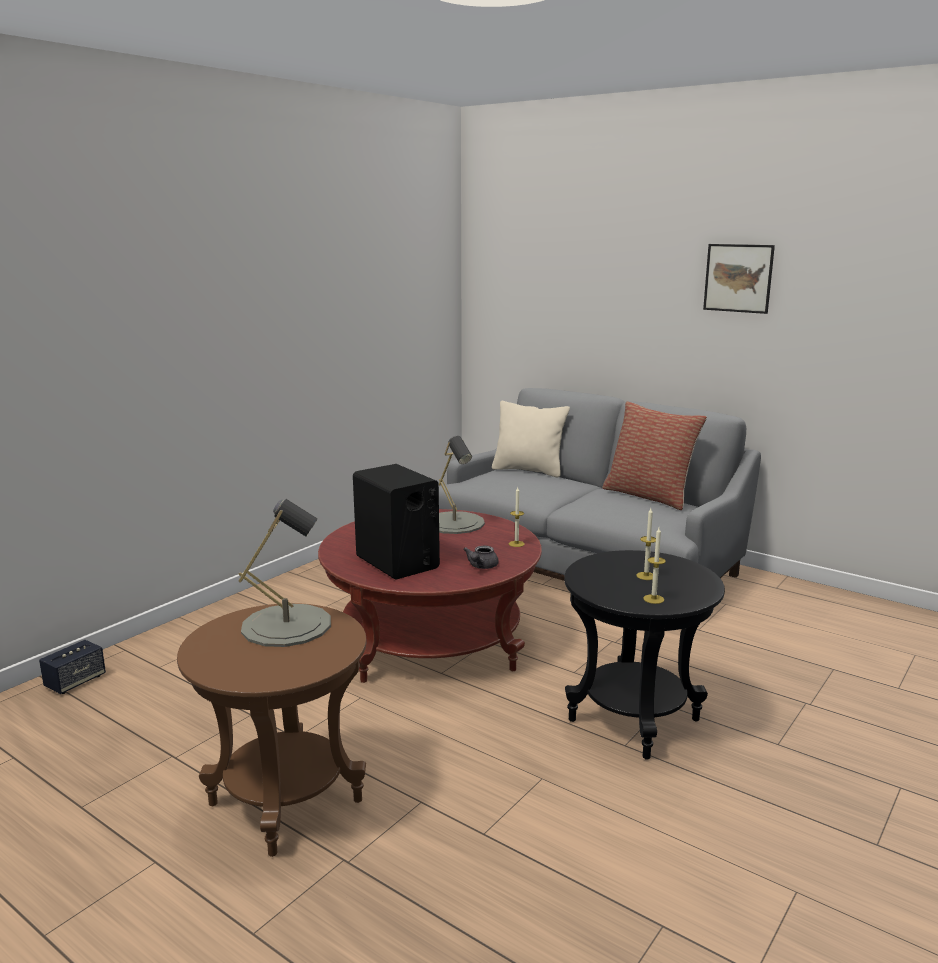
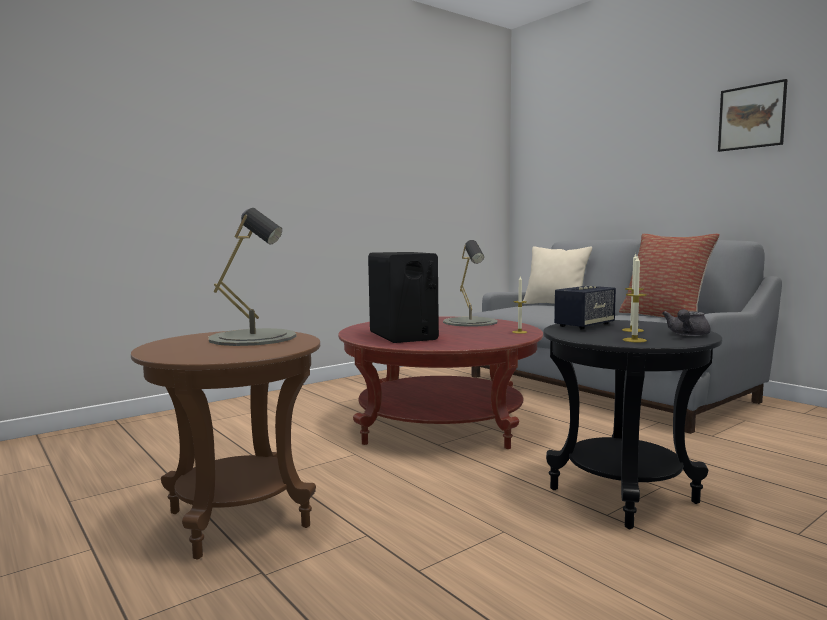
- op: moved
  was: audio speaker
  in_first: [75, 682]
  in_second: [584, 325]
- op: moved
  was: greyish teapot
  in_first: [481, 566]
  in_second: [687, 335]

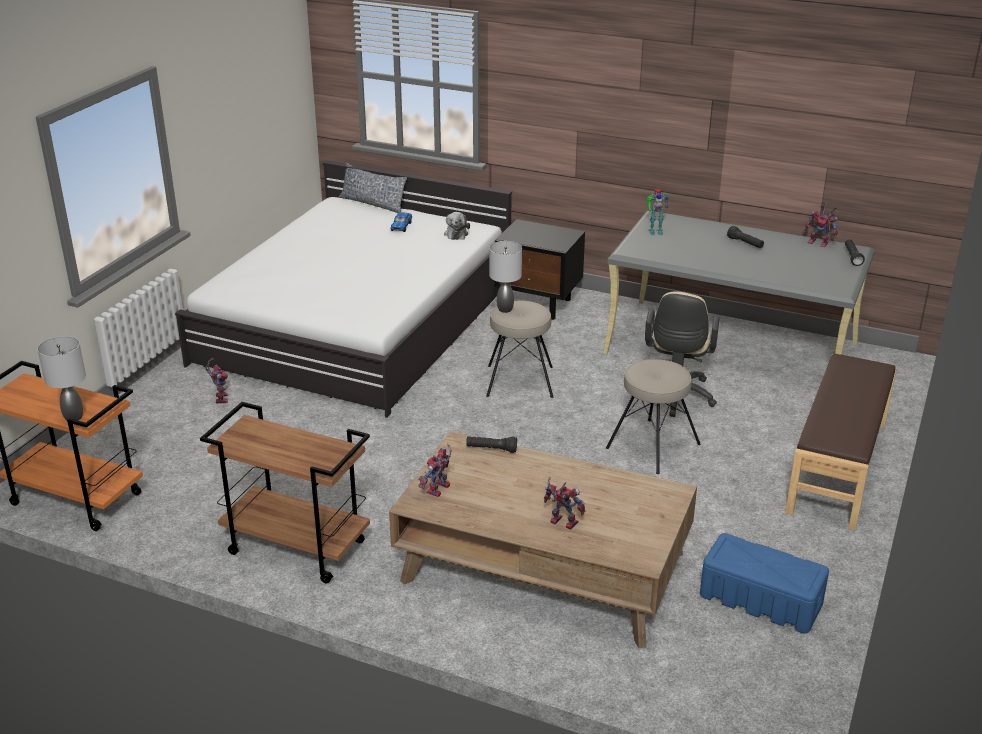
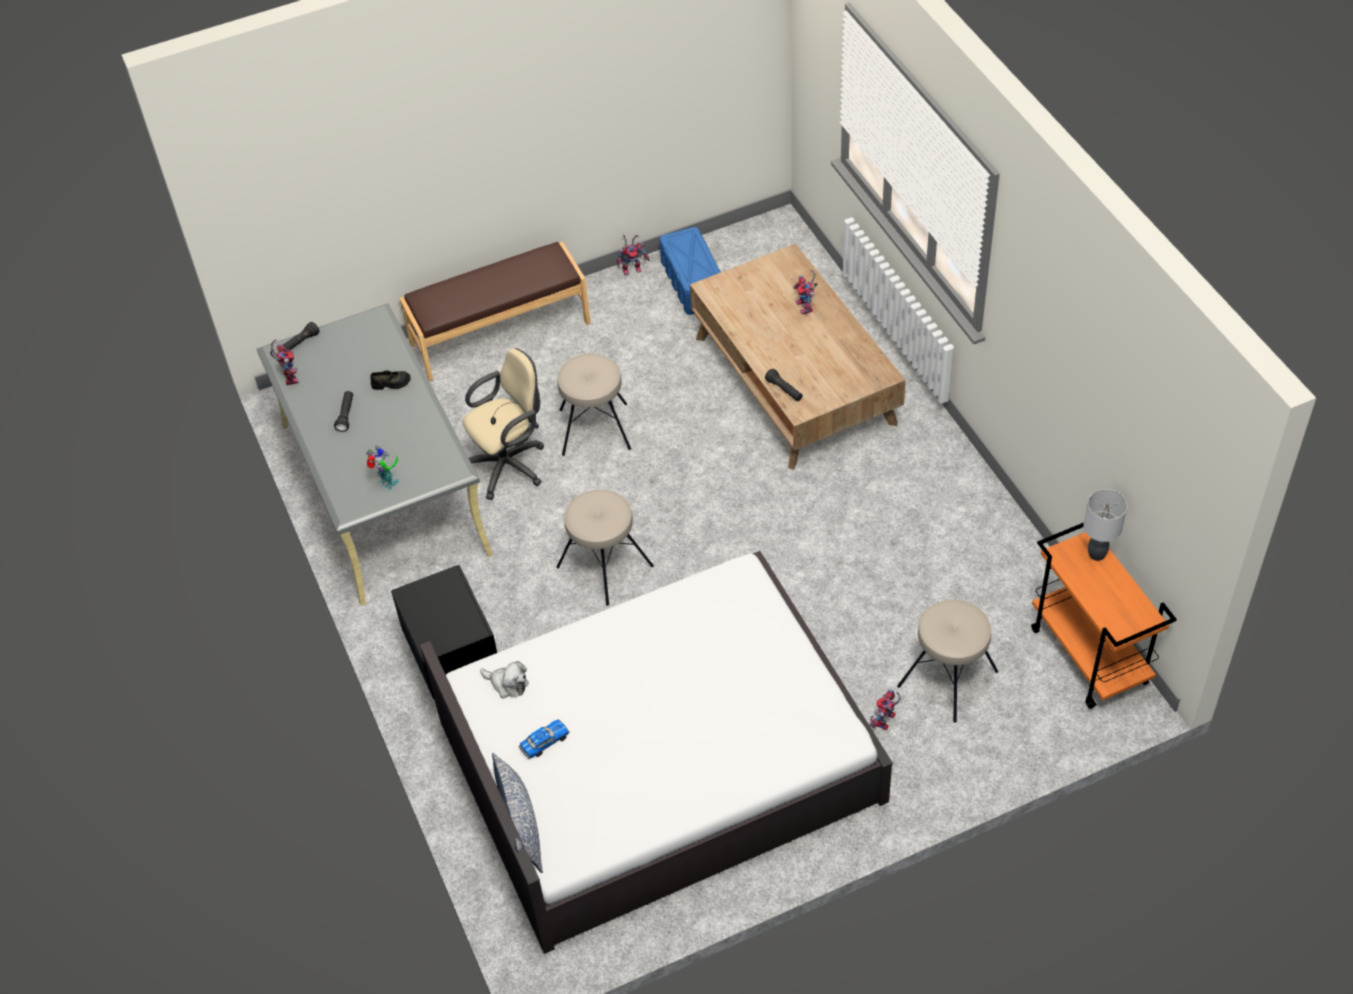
- op: removed
  was: brown trolley
  in_first: [295, 548]
- op: removed
  was: greyish tabletop lamp
  in_first: [504, 309]
- op: added
  now: black-coloured low shoe
  in_second: [391, 383]
- op: added
  now: beige-coloured stool
  in_second: [948, 679]
- op: moved
  was: robot figure
  in_first: [438, 491]
  in_second: [633, 268]
- op: turned
  was: cuddly toy
  in_first: [456, 233]
  in_second: [507, 684]
  clockwise: 75

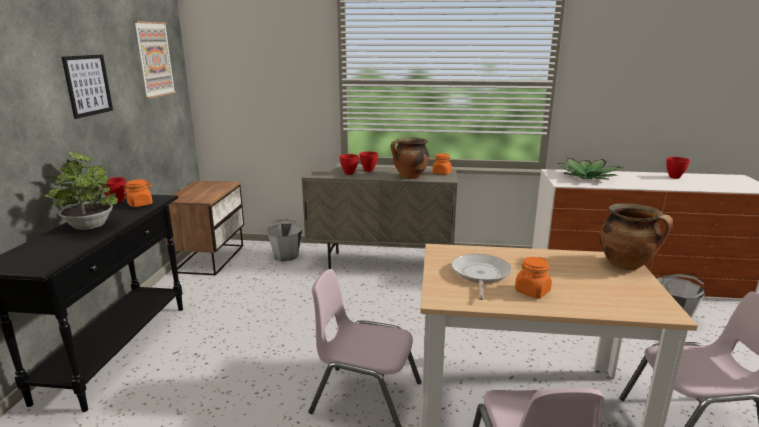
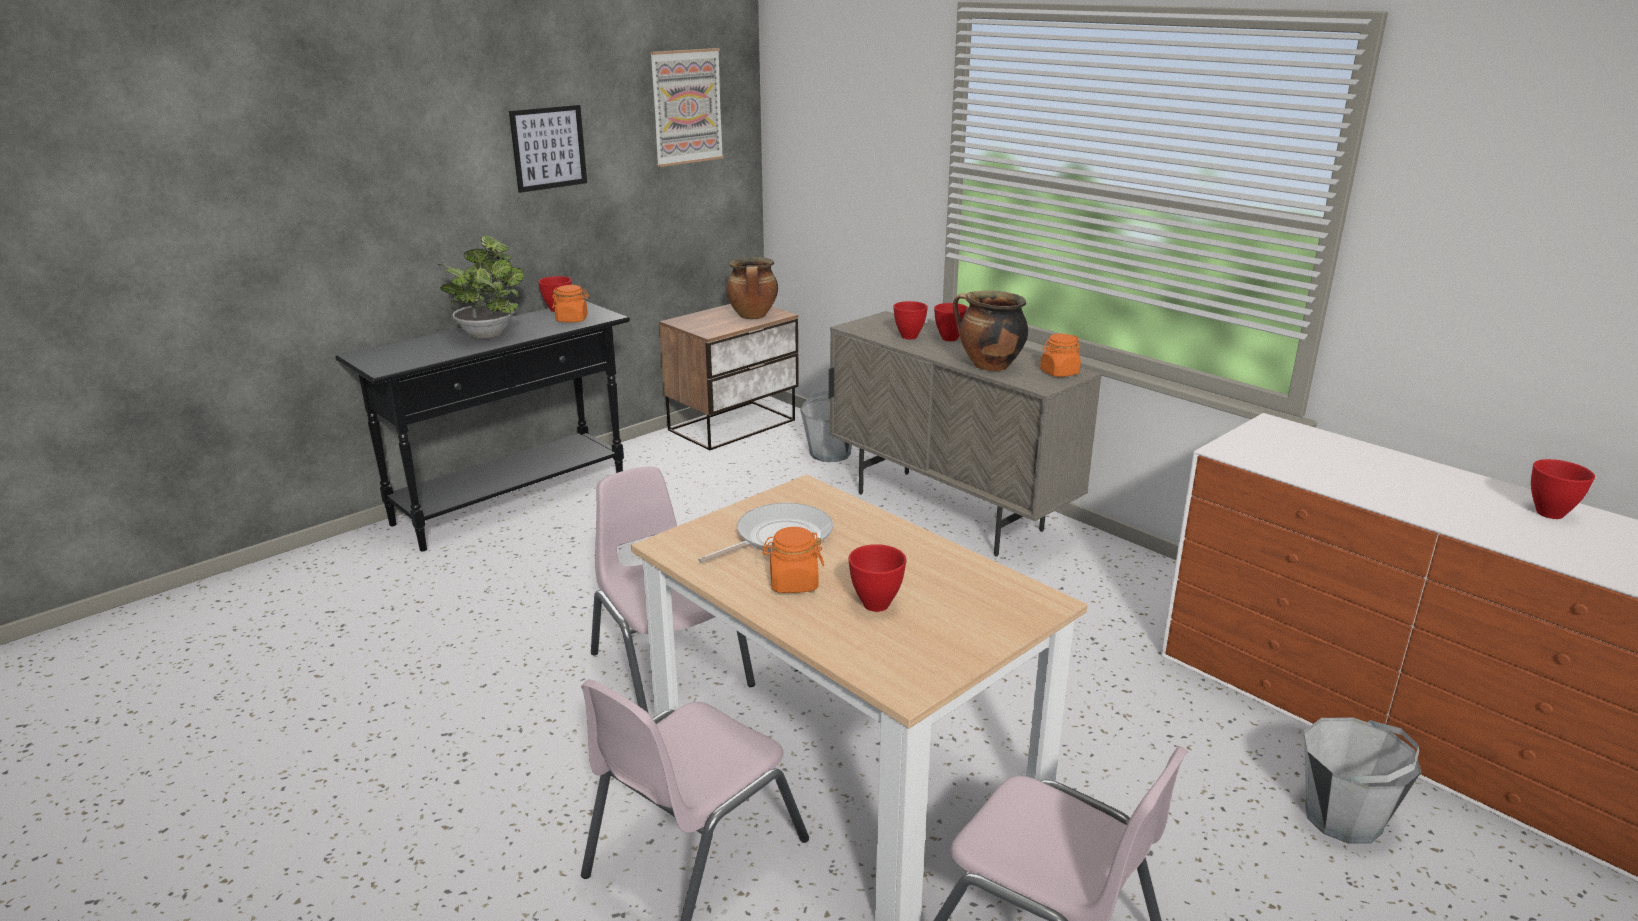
- op: removed
  was: potted plant
  in_first: [588, 176]
- op: added
  now: red-coloured serving bowl
  in_second: [874, 604]
- op: moved
  was: stockpot
  in_first: [626, 265]
  in_second: [753, 316]

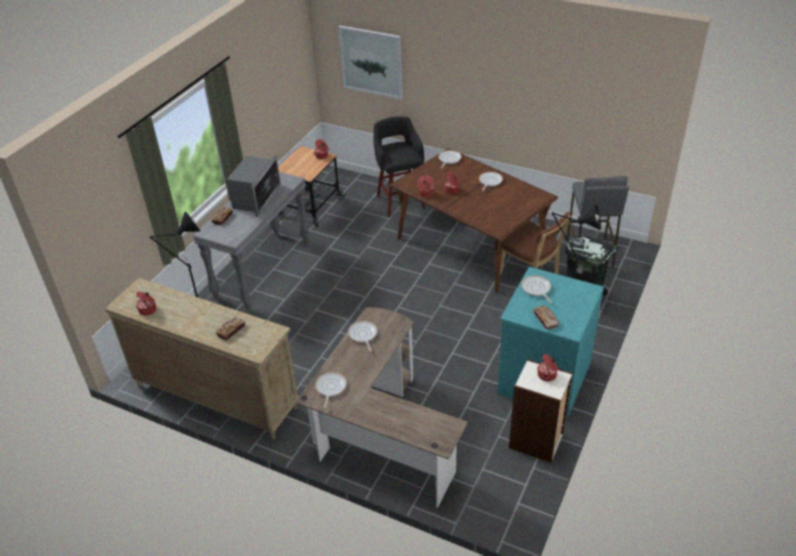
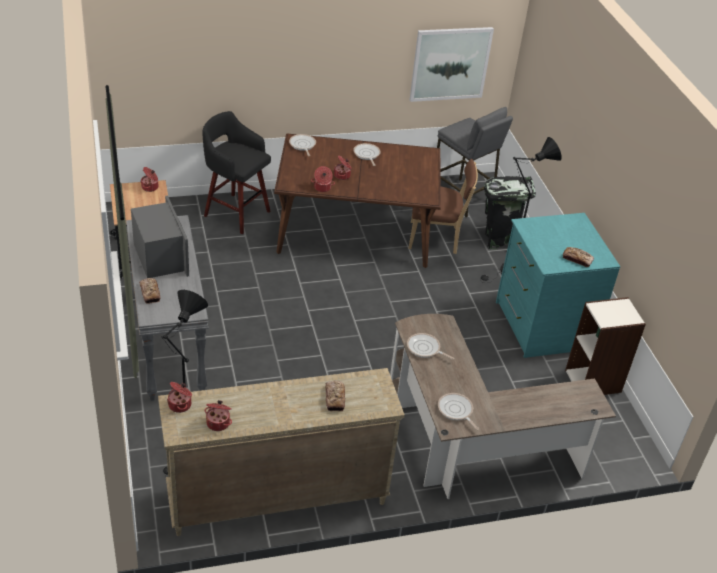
- op: removed
  was: pan
  in_first: [536, 289]
- op: moved
  was: wall picture
  in_first: [371, 62]
  in_second: [450, 64]
- op: moved
  was: stockpot
  in_first: [547, 375]
  in_second: [180, 404]

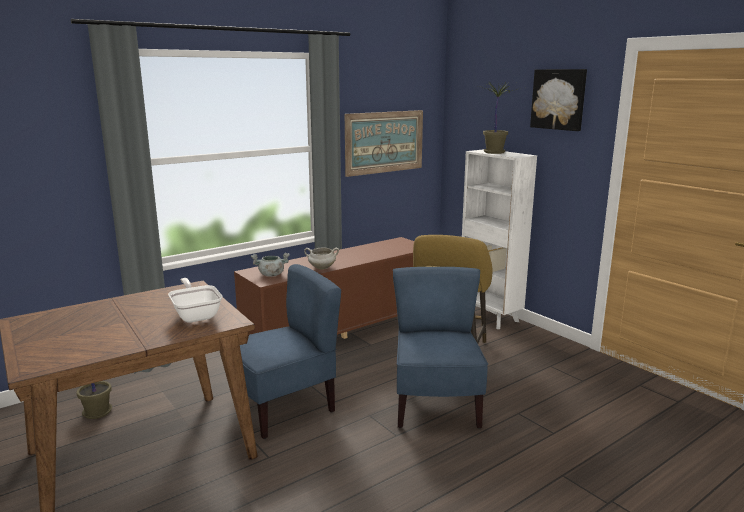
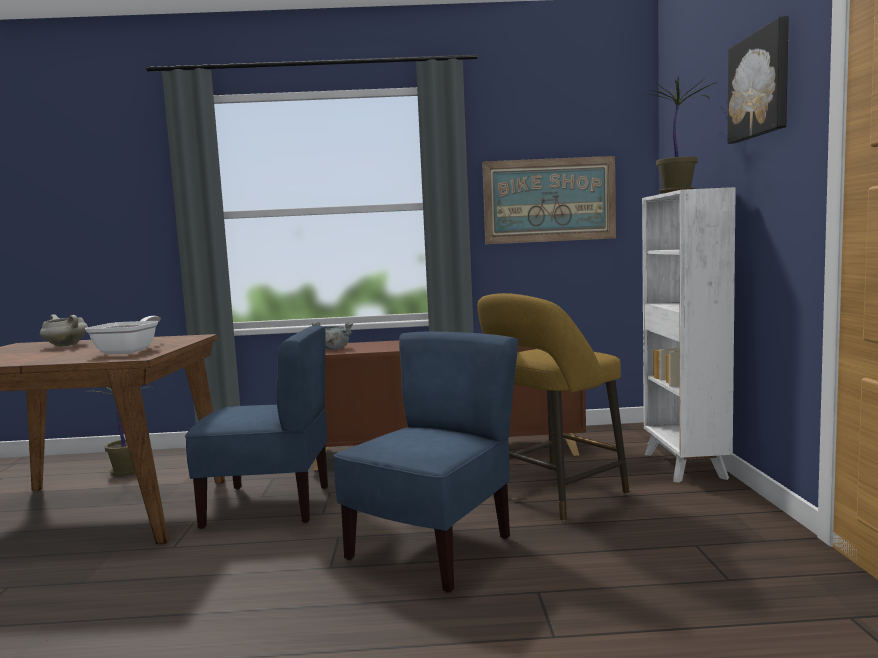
- op: moved
  was: whitish stockpot
  in_first: [321, 268]
  in_second: [65, 346]

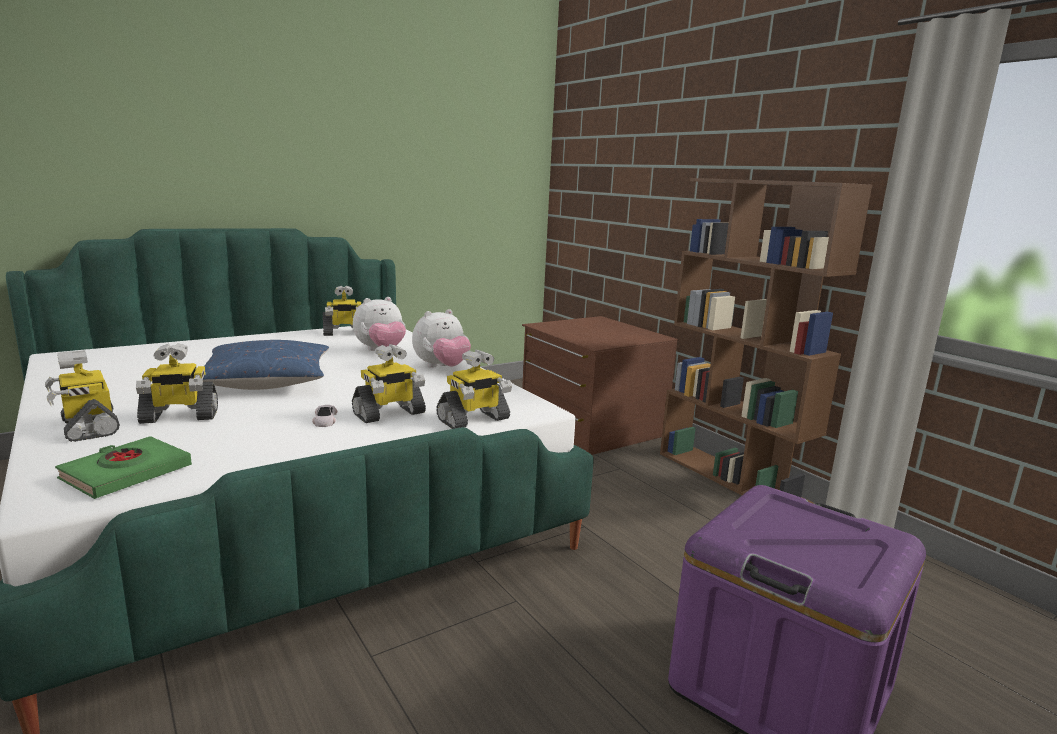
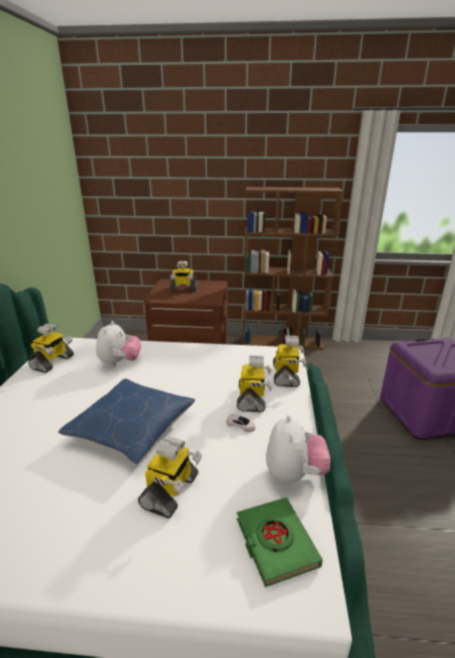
- op: moved
  was: robot figure
  in_first: [88, 427]
  in_second: [183, 288]
- op: moved
  was: cuddly toy
  in_first: [441, 367]
  in_second: [294, 474]

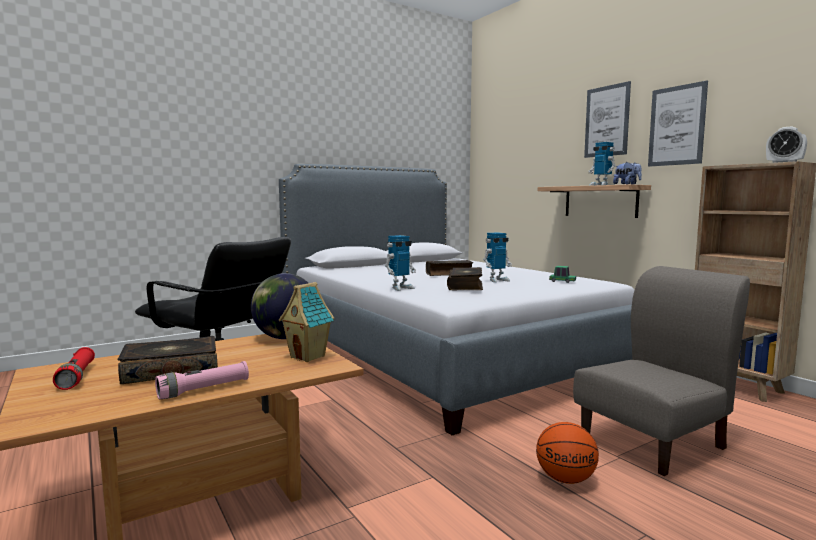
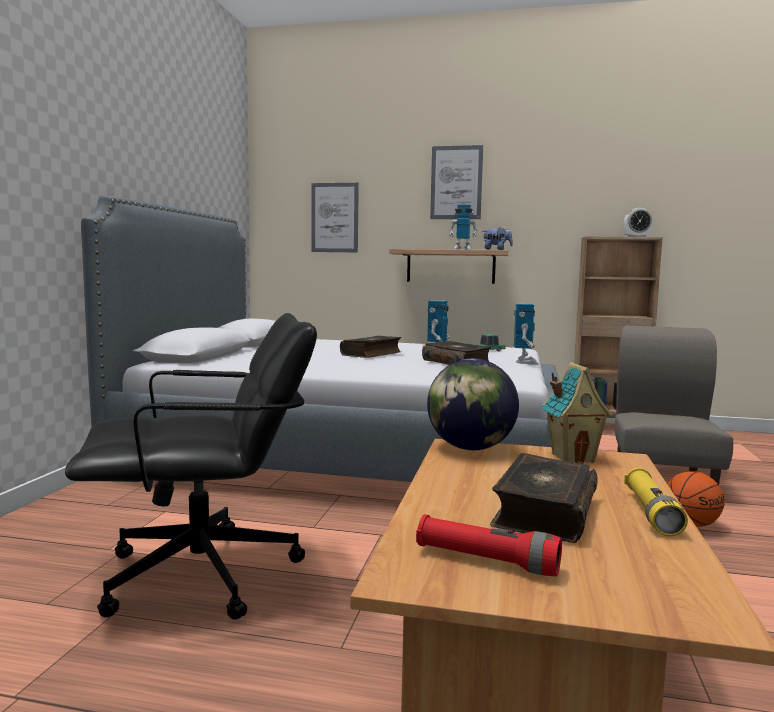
- op: moved
  was: robot figure
  in_first: [400, 288]
  in_second: [525, 362]
- op: moved
  was: wall picture
  in_first: [676, 125]
  in_second: [334, 217]
- op: recoloured
  was: pink flashlight
  now: yellow-coloured flashlight
  in_first: [204, 390]
  in_second: [651, 513]

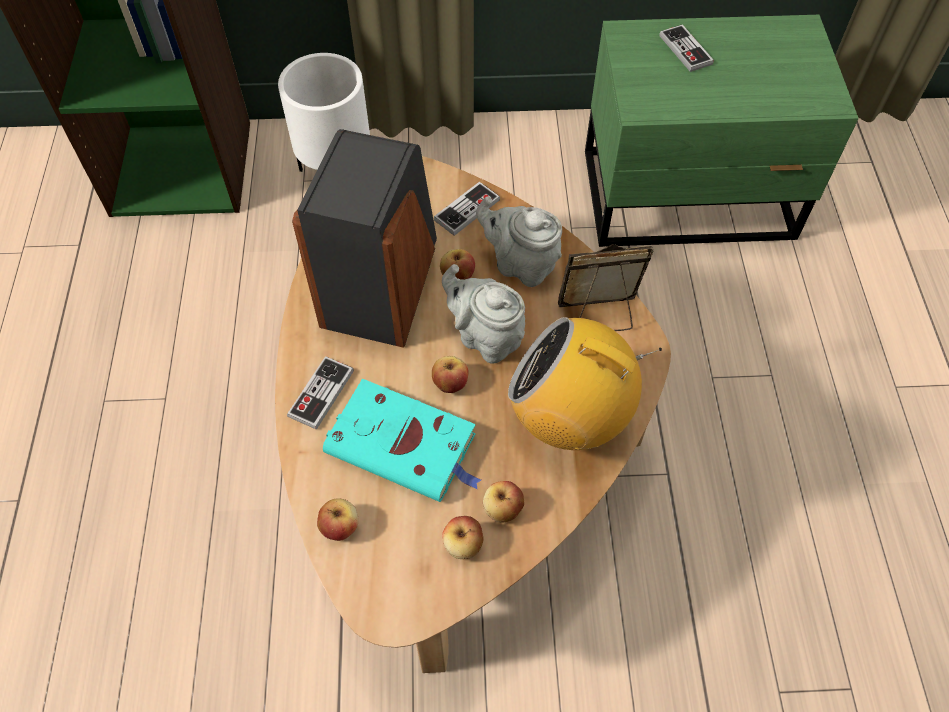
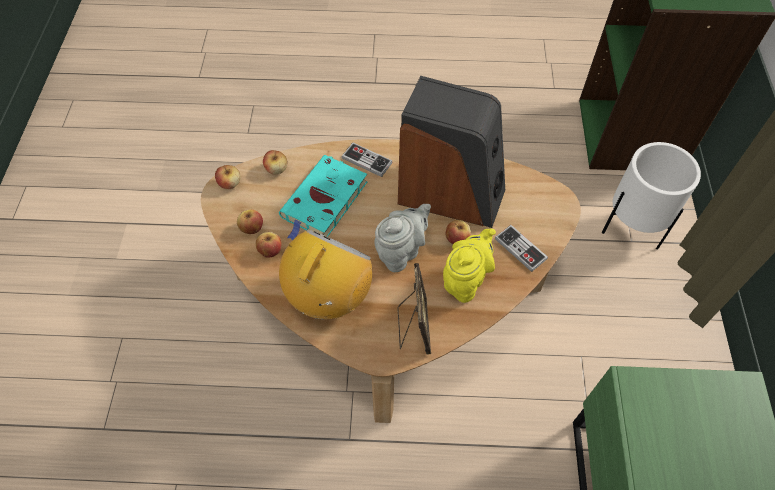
- op: removed
  was: game controller
  in_first: [685, 50]
- op: moved
  was: apple fruit
  in_first: [450, 383]
  in_second: [230, 183]
- op: recoloured
  was: greyish teapot
  now: yellow-coloured teapot
  in_first: [520, 265]
  in_second: [465, 280]

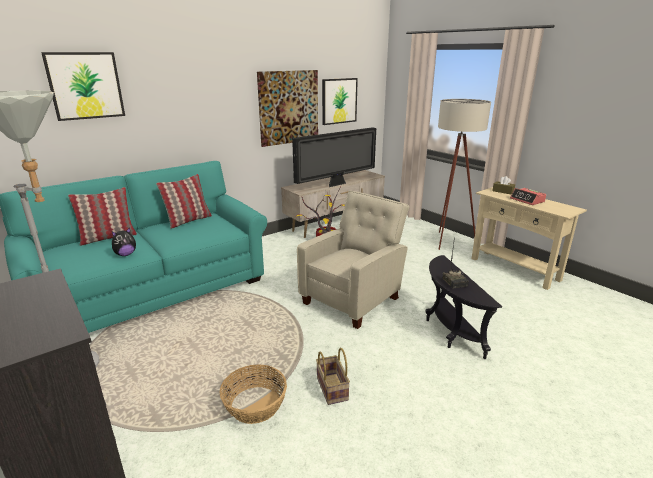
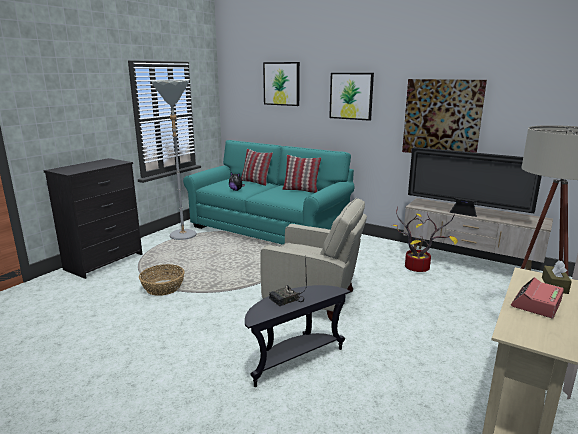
- op: removed
  was: storage basket
  in_first: [331, 388]
- op: moved
  was: wall picture
  in_first: [339, 101]
  in_second: [351, 96]

